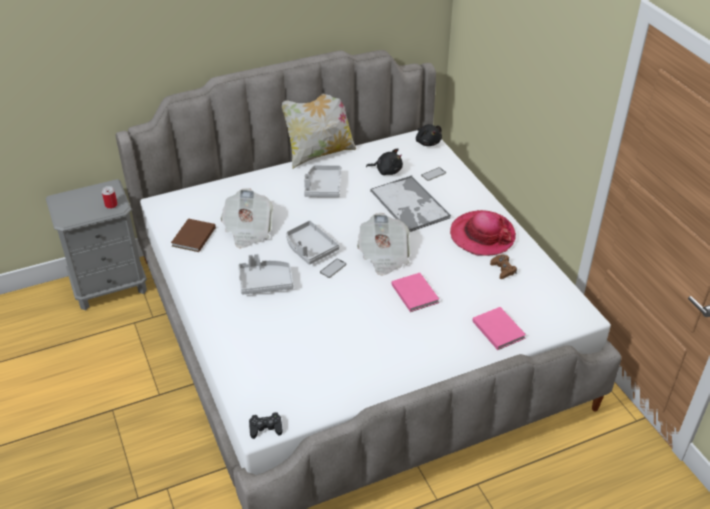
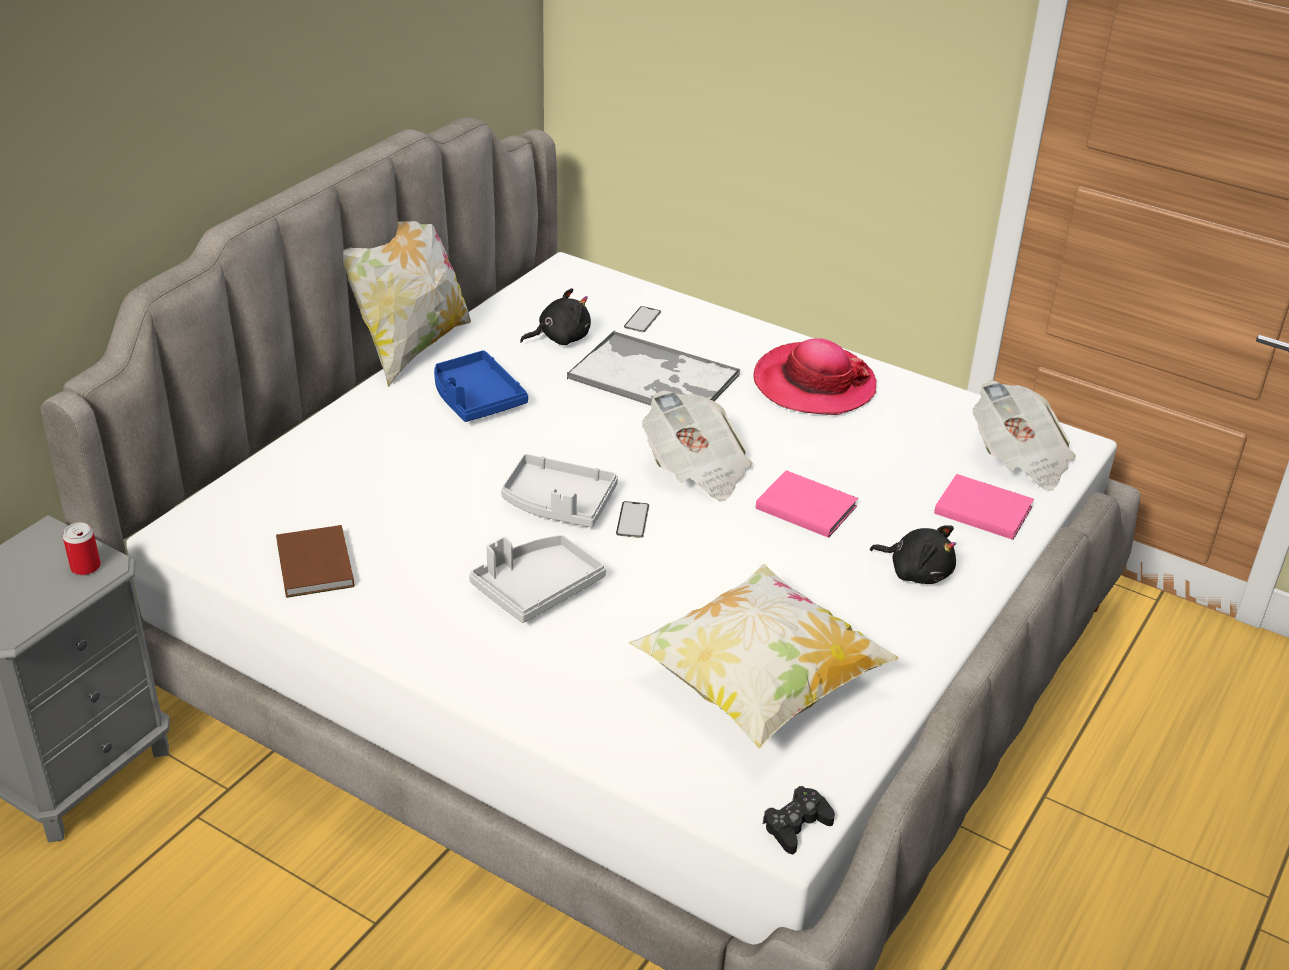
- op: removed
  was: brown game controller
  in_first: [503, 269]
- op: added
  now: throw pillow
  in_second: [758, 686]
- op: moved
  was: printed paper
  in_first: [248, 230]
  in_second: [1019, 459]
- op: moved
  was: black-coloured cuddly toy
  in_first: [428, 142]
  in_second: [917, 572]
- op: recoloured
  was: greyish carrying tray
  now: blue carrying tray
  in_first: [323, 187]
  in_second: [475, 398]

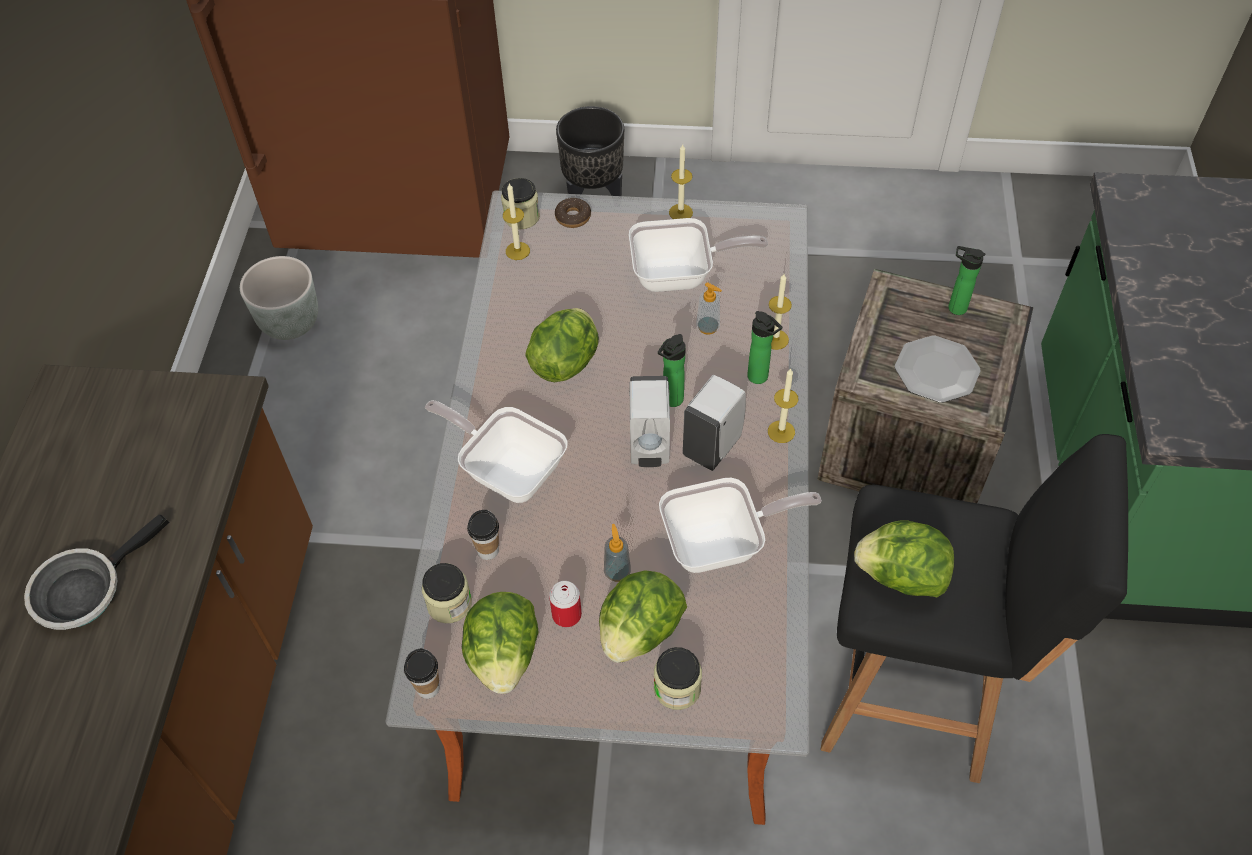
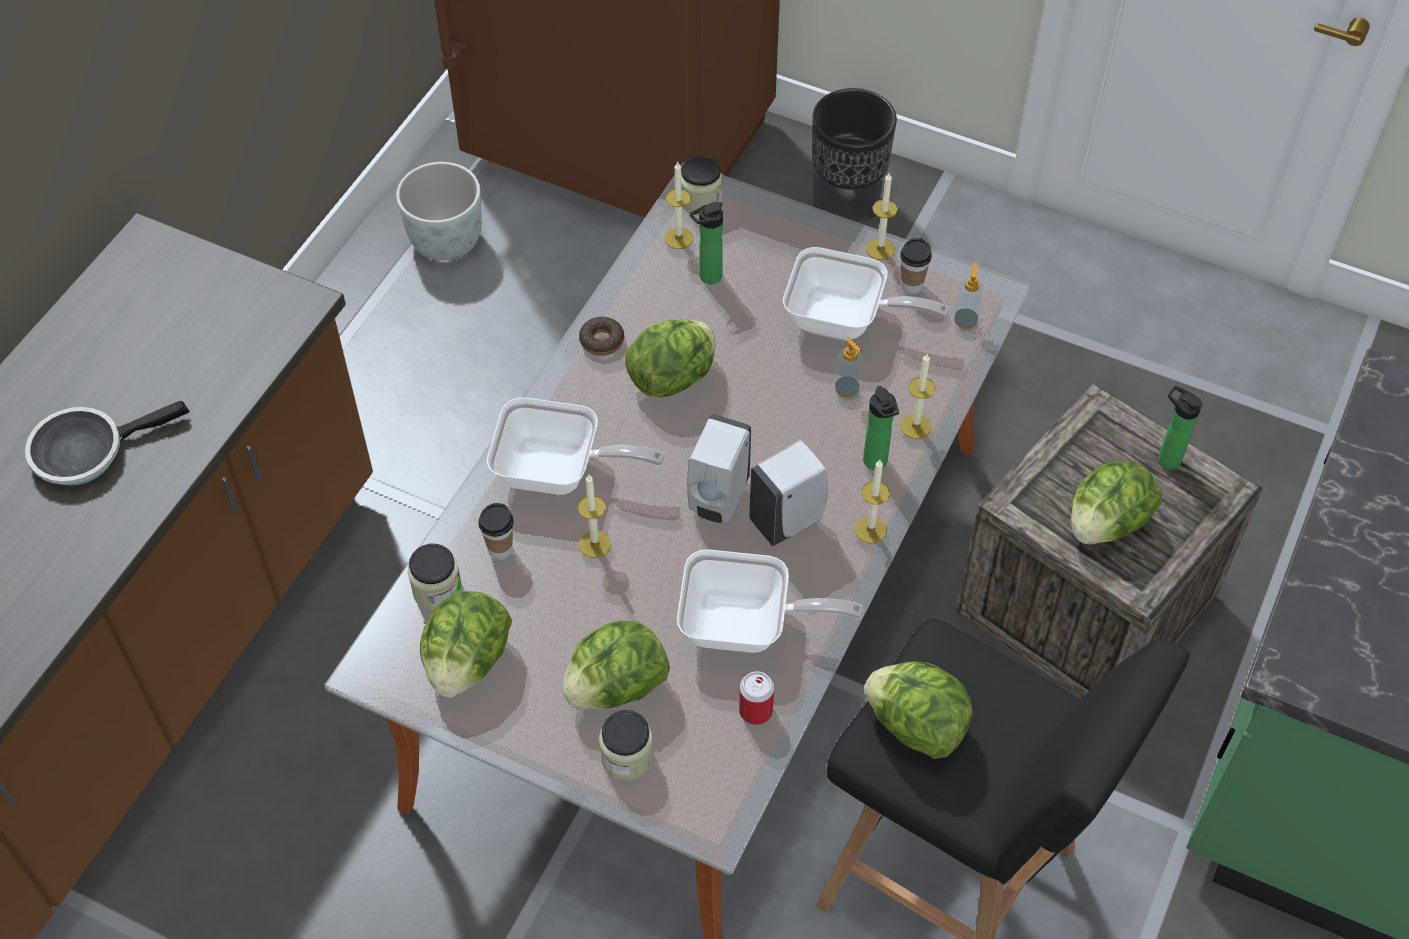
- op: added
  now: candle
  in_second: [595, 544]
- op: moved
  was: cup
  in_first: [428, 688]
  in_second: [911, 286]
- op: moved
  was: metal can
  in_first: [566, 615]
  in_second: [755, 711]
- op: moved
  was: ring doughnut
  in_first: [573, 217]
  in_second: [602, 341]
- op: moved
  was: liquid soap bottle
  in_first: [617, 571]
  in_second: [965, 320]
- op: moved
  was: beverage bottle
  in_first: [671, 401]
  in_second: [707, 277]
- op: replaced
  was: plate
  now: lettuce head
  in_first: [936, 371]
  in_second: [1106, 524]
- op: turned
  was: pan
  in_first: [507, 469]
  in_second: [559, 472]
  clockwise: 135

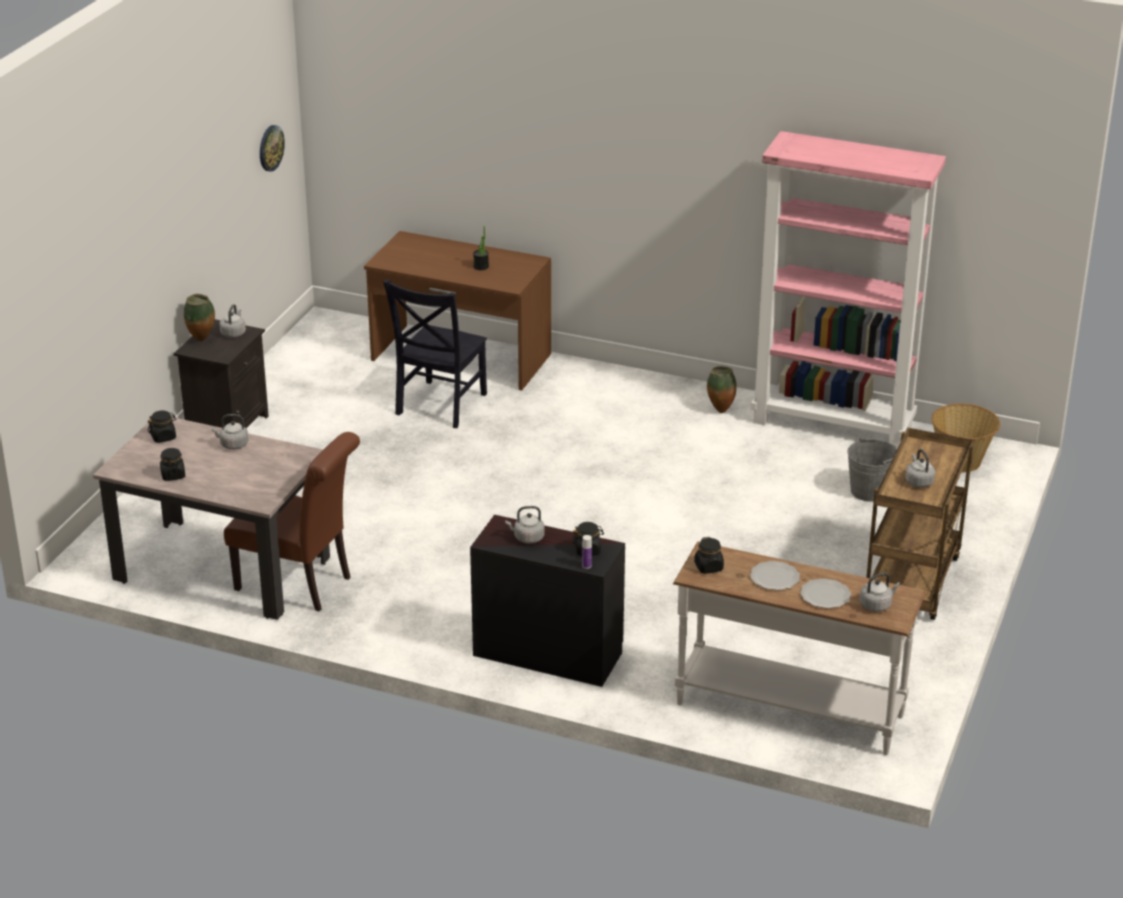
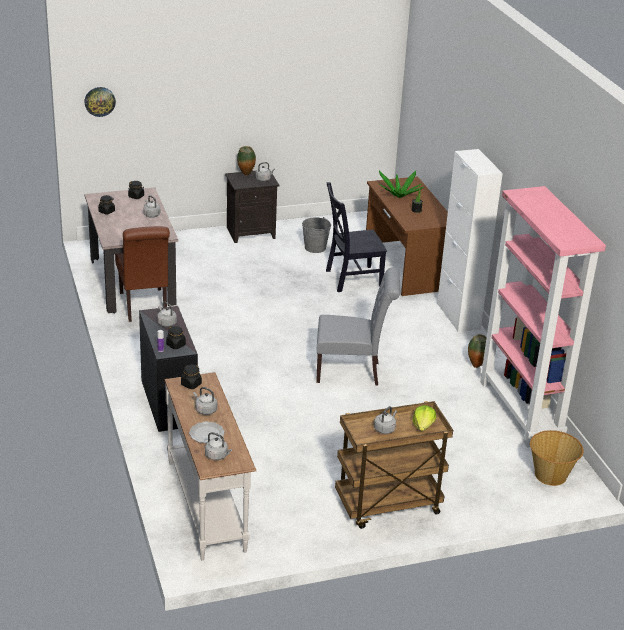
- op: added
  now: greyish plain chair
  in_second: [352, 372]
- op: added
  now: potted plant
  in_second: [399, 196]
- op: added
  now: lettuce head
  in_second: [423, 426]
- op: added
  now: whitish cupboard
  in_second: [458, 316]
- op: moved
  was: wall clock
  in_first: [270, 148]
  in_second: [99, 101]
- op: moved
  was: greyish bucket
  in_first: [869, 491]
  in_second: [315, 247]
- op: replaced
  was: plate
  now: greyish water kettle
  in_first: [774, 578]
  in_second: [205, 410]

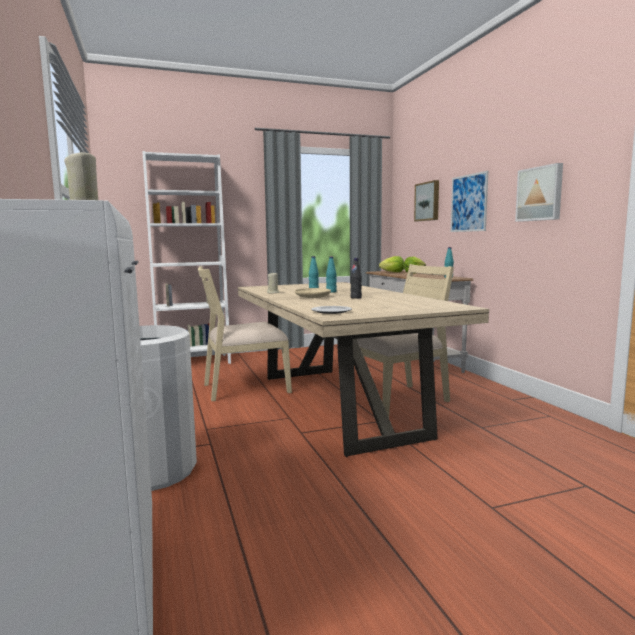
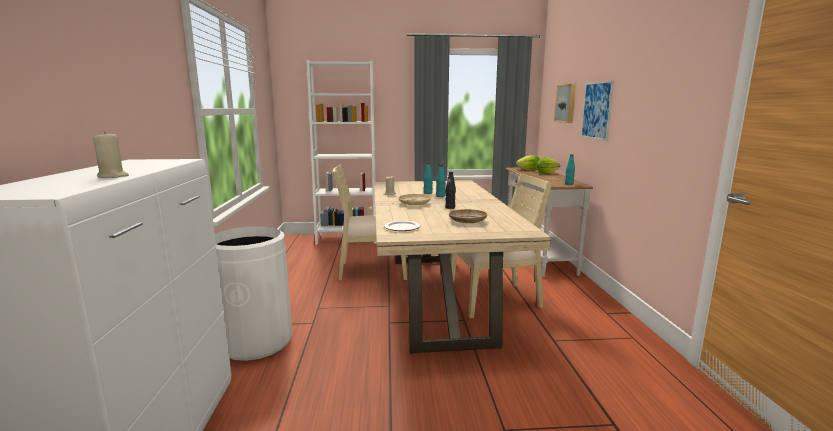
- op: removed
  was: wall picture
  in_first: [540, 194]
- op: added
  now: beige-coloured plate
  in_second: [467, 221]

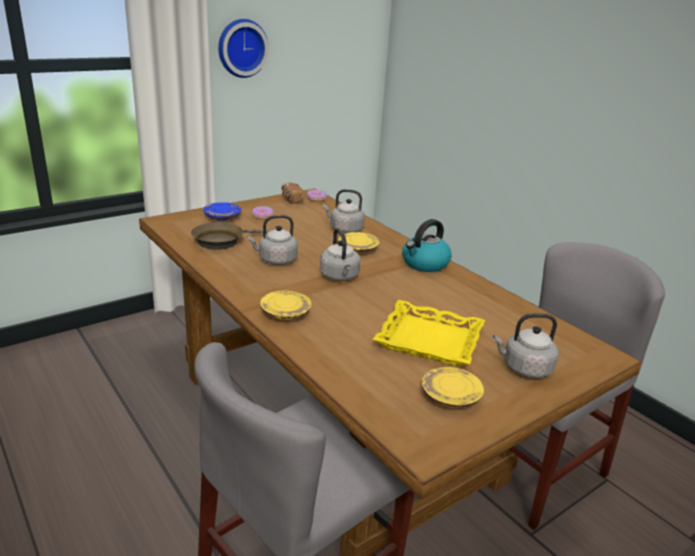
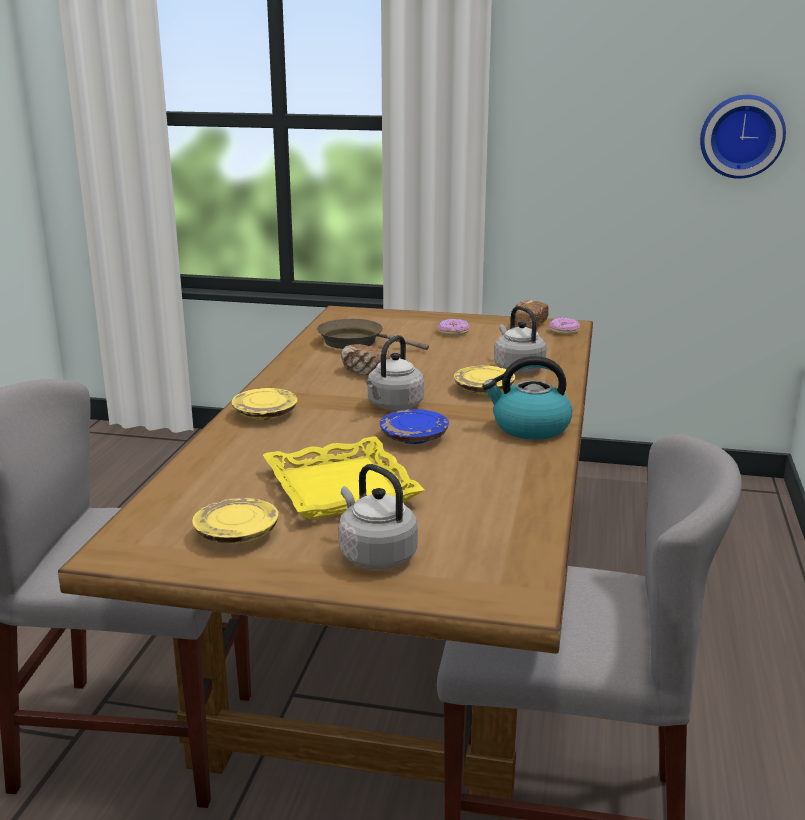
- op: moved
  was: blue plate
  in_first: [222, 217]
  in_second: [414, 437]
- op: moved
  was: wall clock
  in_first: [241, 48]
  in_second: [741, 136]
- op: replaced
  was: greyish water kettle
  now: baked bread
  in_first: [275, 260]
  in_second: [366, 372]

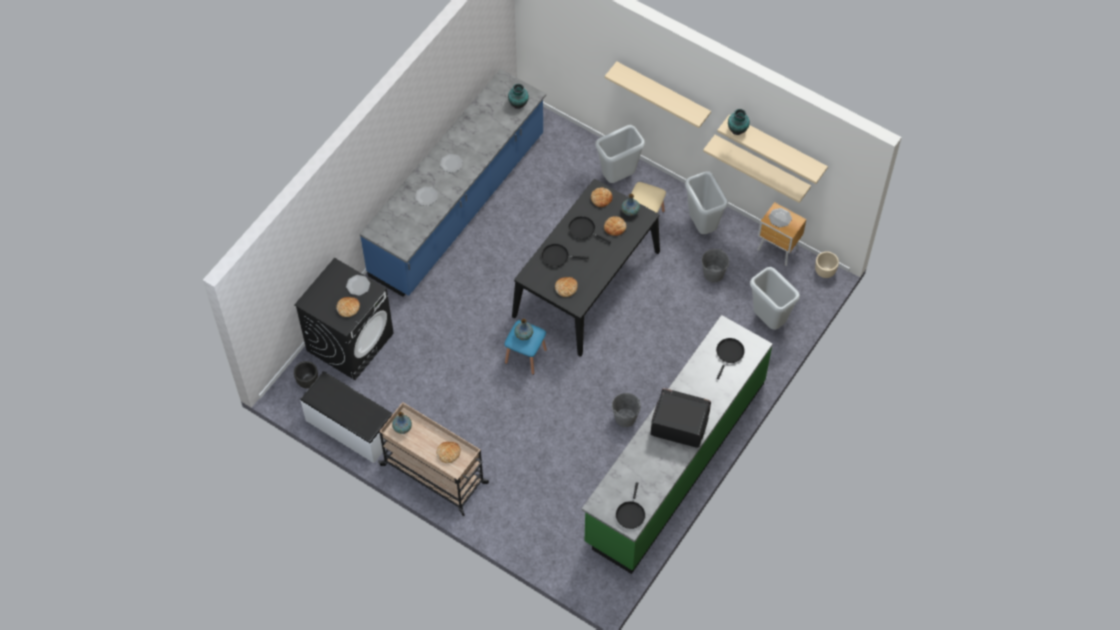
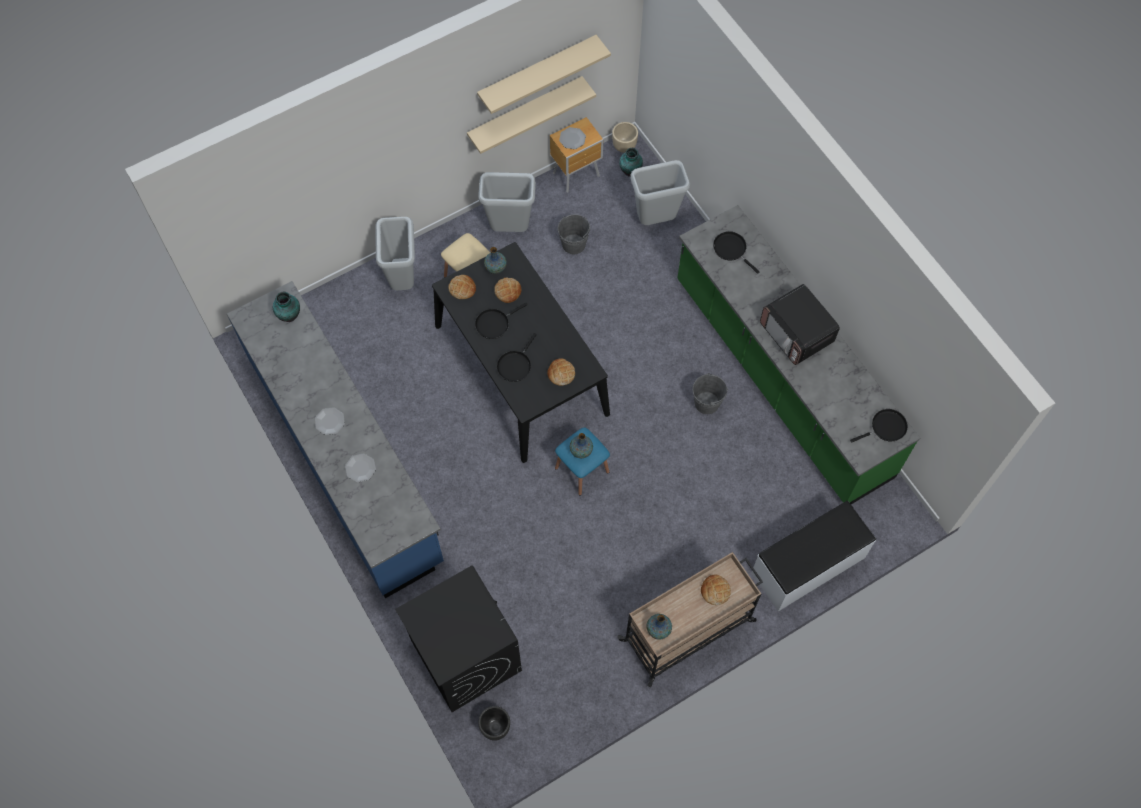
- op: removed
  was: baked bread
  in_first: [348, 308]
- op: removed
  was: plate
  in_first: [358, 285]
- op: removed
  was: beige-coloured wall shelf
  in_first: [663, 92]
- op: moved
  was: whitish bench
  in_first: [350, 428]
  in_second: [808, 566]
- op: moved
  was: flower vase
  in_first: [738, 130]
  in_second: [630, 170]
- op: turned
  was: black-coloured pan
  in_first: [630, 513]
  in_second: [886, 427]
  clockwise: -60
- op: turned
  was: kitchen microwave
  in_first: [679, 424]
  in_second: [796, 333]
  clockwise: -75

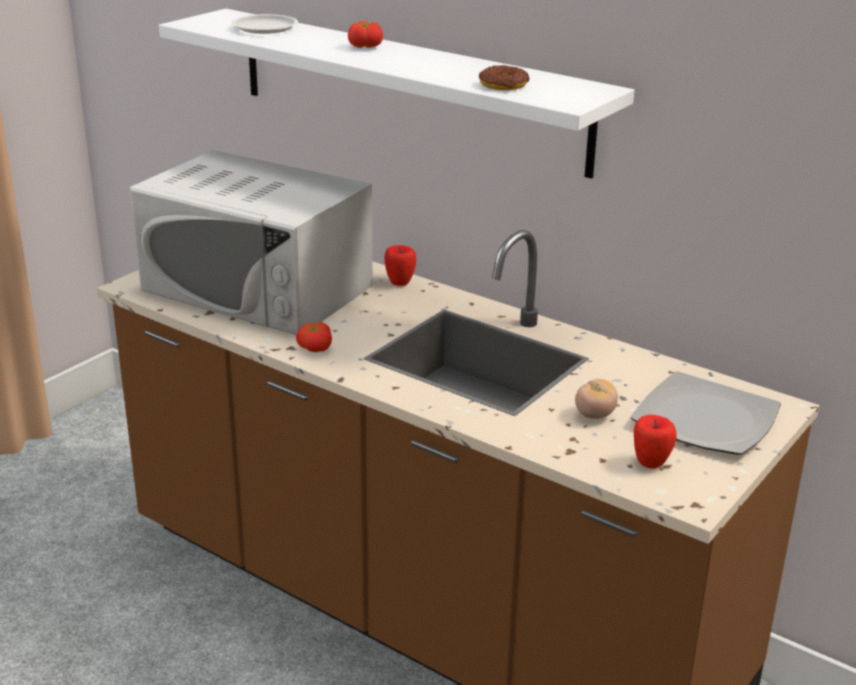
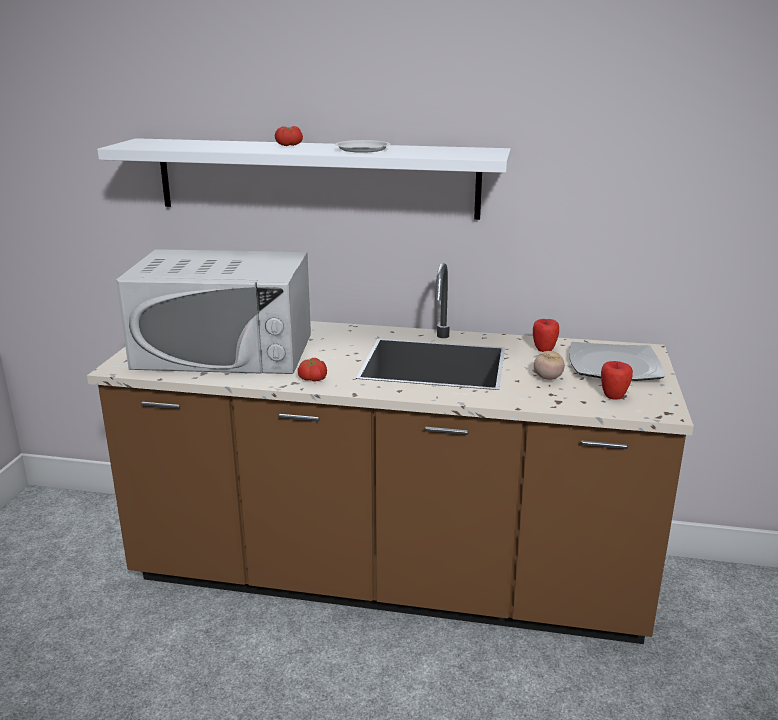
- op: removed
  was: ring doughnut
  in_first: [503, 85]
- op: moved
  was: whitish plate
  in_first: [265, 28]
  in_second: [362, 150]
- op: moved
  was: apple fruit
  in_first: [400, 282]
  in_second: [544, 350]

